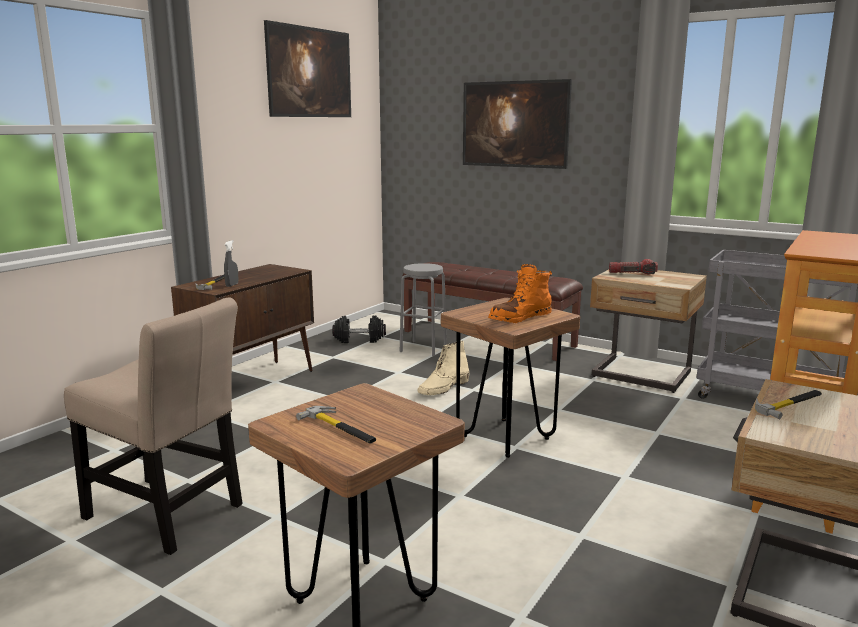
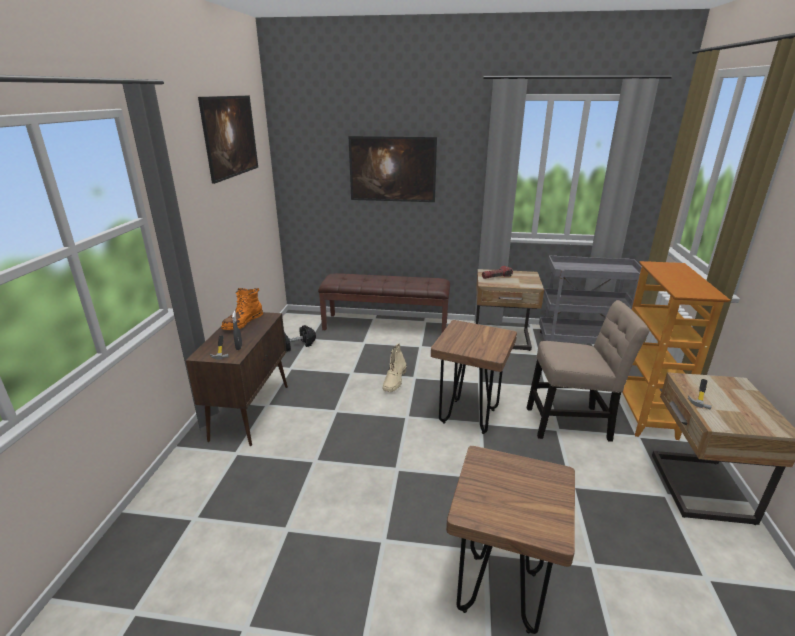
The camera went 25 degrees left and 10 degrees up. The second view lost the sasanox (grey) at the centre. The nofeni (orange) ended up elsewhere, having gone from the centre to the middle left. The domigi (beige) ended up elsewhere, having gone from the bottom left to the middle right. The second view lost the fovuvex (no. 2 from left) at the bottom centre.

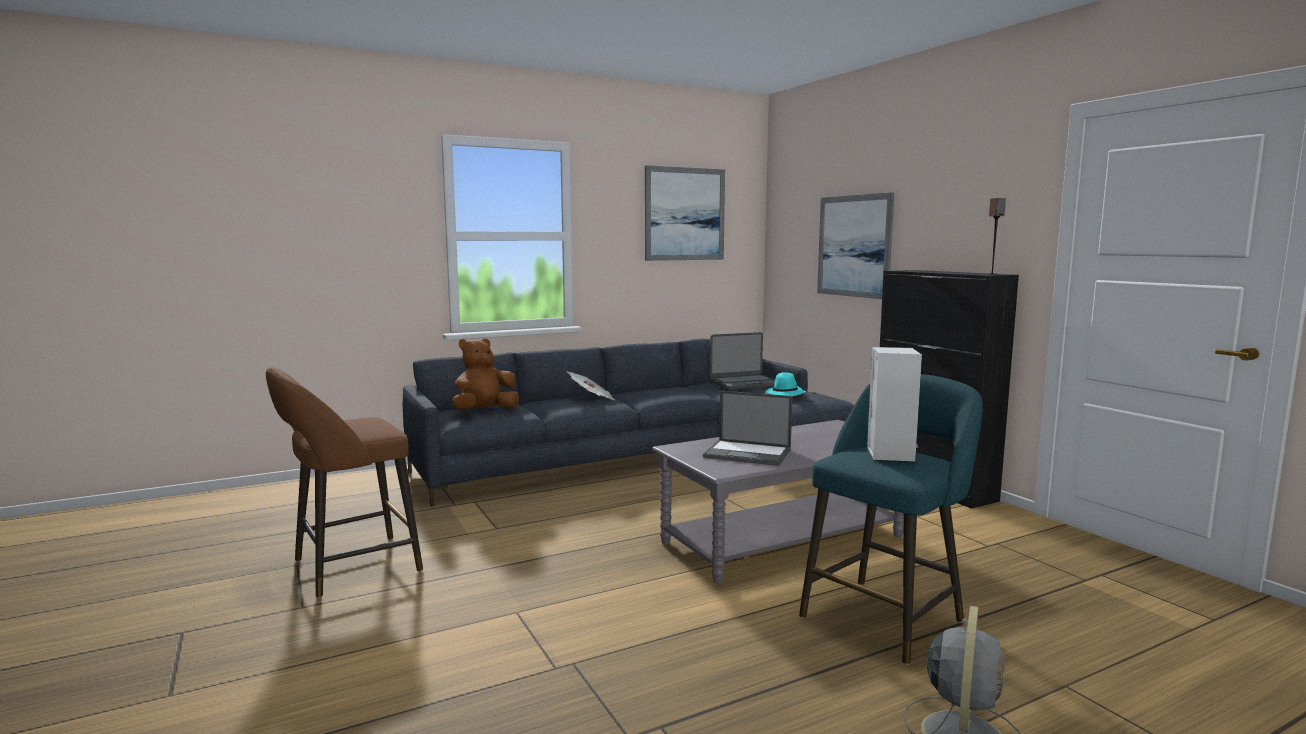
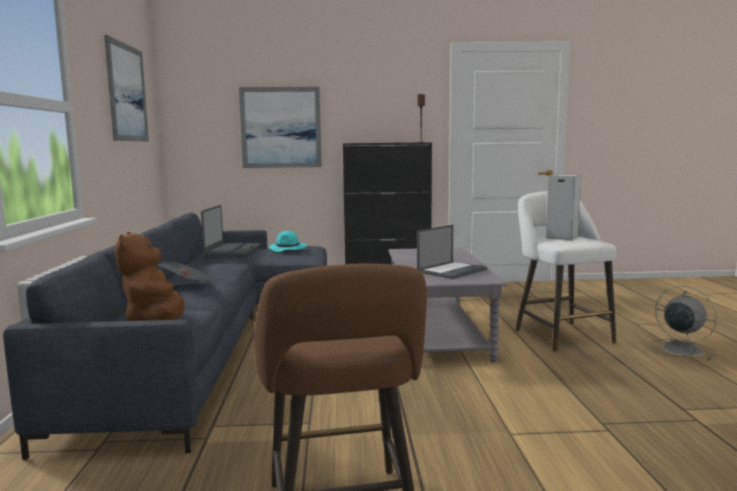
The camera went 65 degrees left and 0 degrees up. What was the sasanox (turquoise) at the bottom right turned into the sasanox (white) at the middle right.

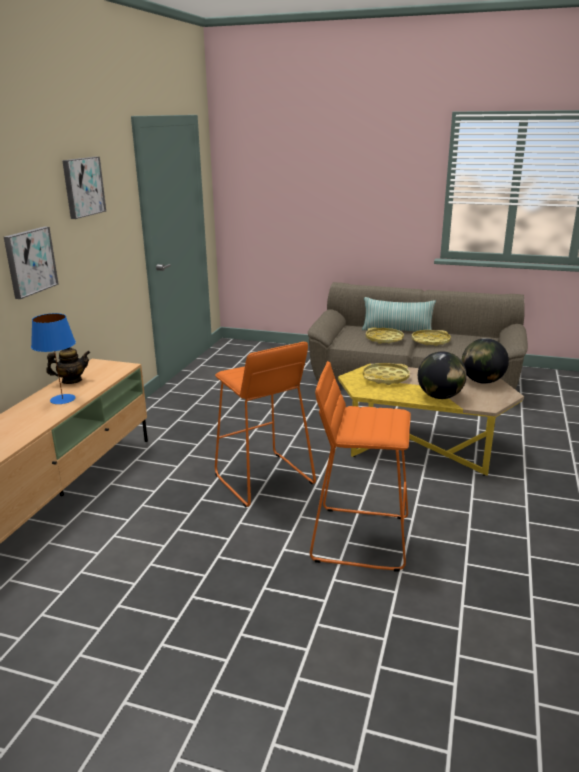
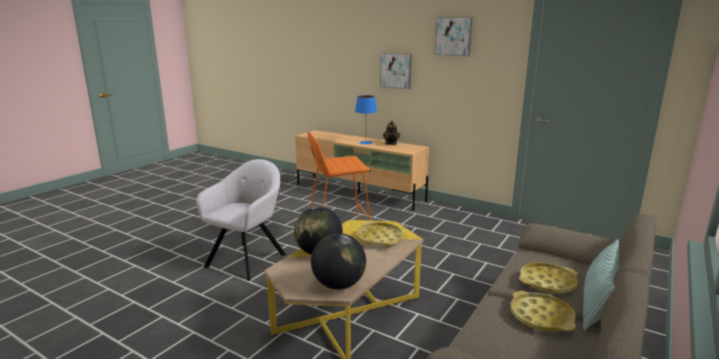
The camera went 105 degrees right and 5 degrees down. Where the sasanox (orange) (no. 2 from left) stood at the centre, the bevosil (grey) came to stand at the centre.

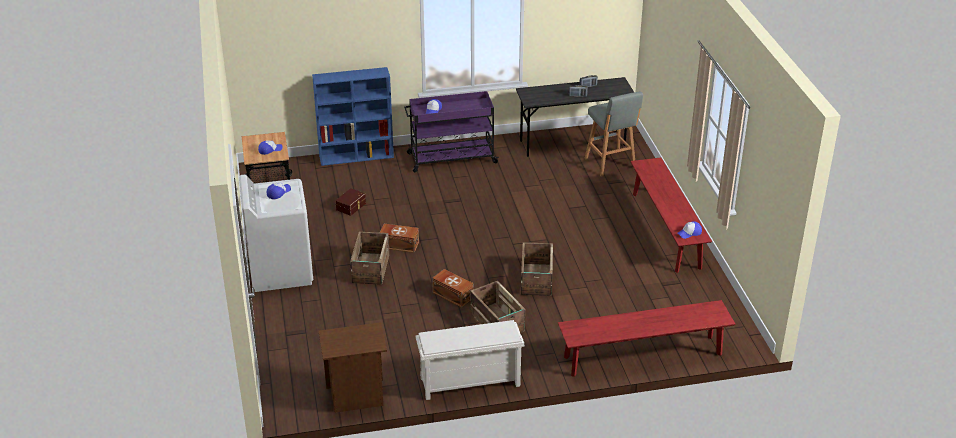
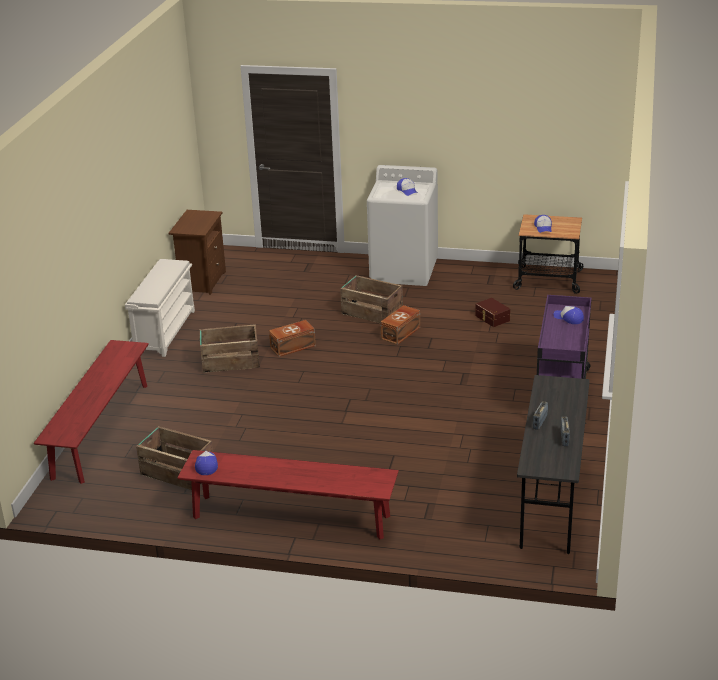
The camera went 115 degrees right and 5 degrees down. The second view lost the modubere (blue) at the top centre. The second view lost the sasanox (grey) at the top centre. The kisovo (no. 3 from left in the first image) ended up elsewhere, having gone from the centre to the bottom left.

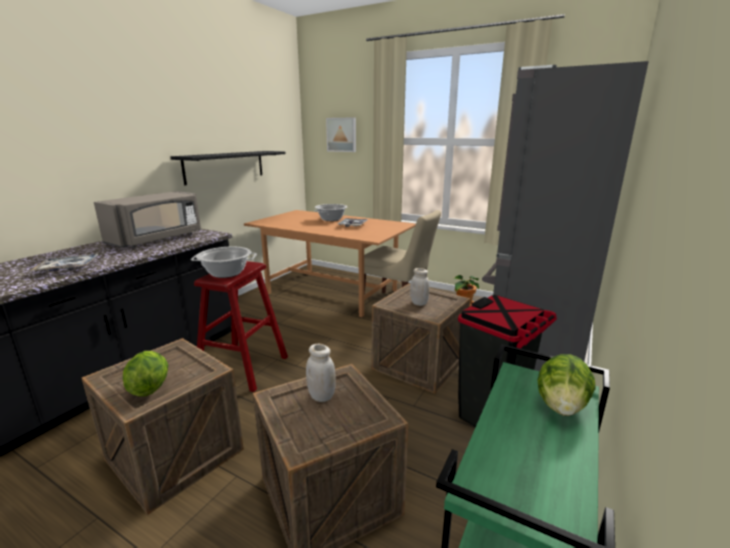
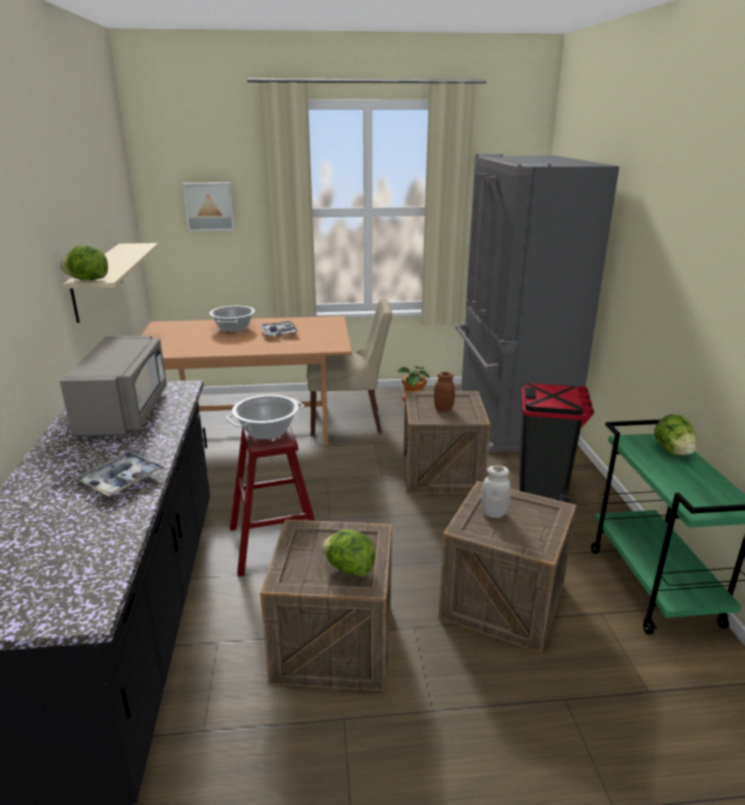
The camera went 35 degrees left and 5 degrees up. What was the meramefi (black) at the top left turned into the meramefi (beige) at the middle left. What was the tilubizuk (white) (no. 2 from left) at the centre turned into the tilubizuk (brown) at the centre. The second view gained the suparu (no. 1 from left) at the top left.

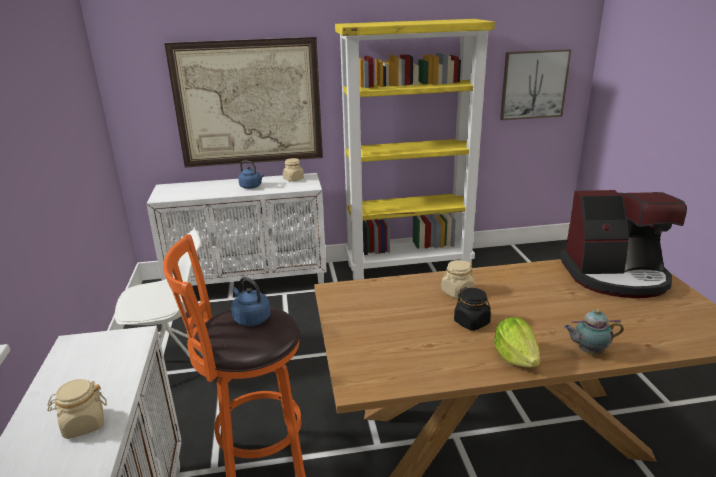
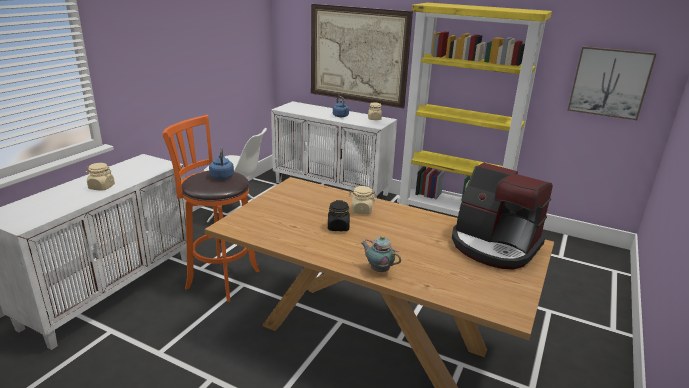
The camera went 35 degrees right and 0 degrees up. The second view lost the suparu at the bottom right.

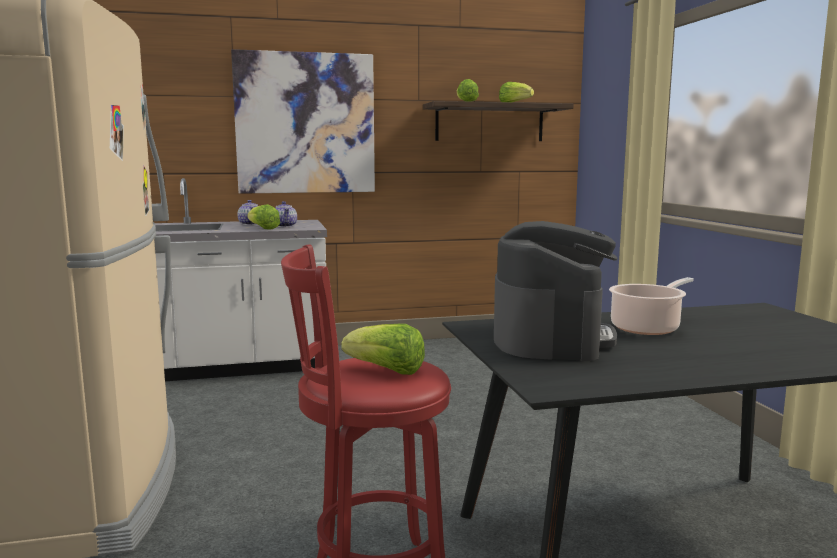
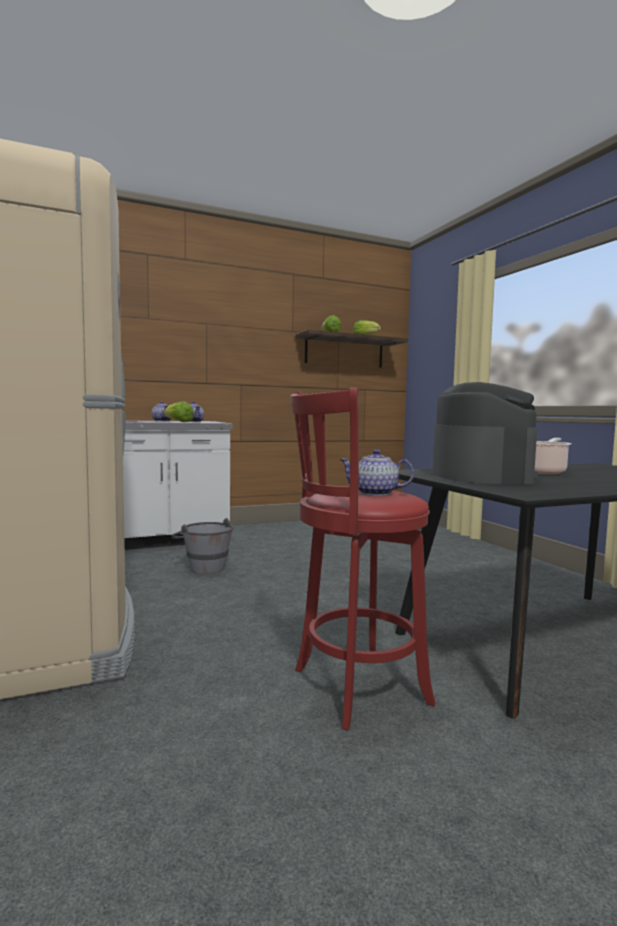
The camera went 10 degrees left and 5 degrees down. The second view lost the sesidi at the top centre. Where the suparu (no. 2 from left) stood at the centre, the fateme (no. 3 from left) came to stand at the centre. The second view gained the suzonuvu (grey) at the middle left.

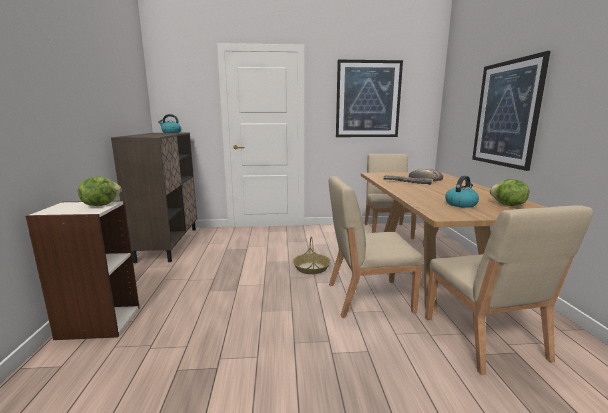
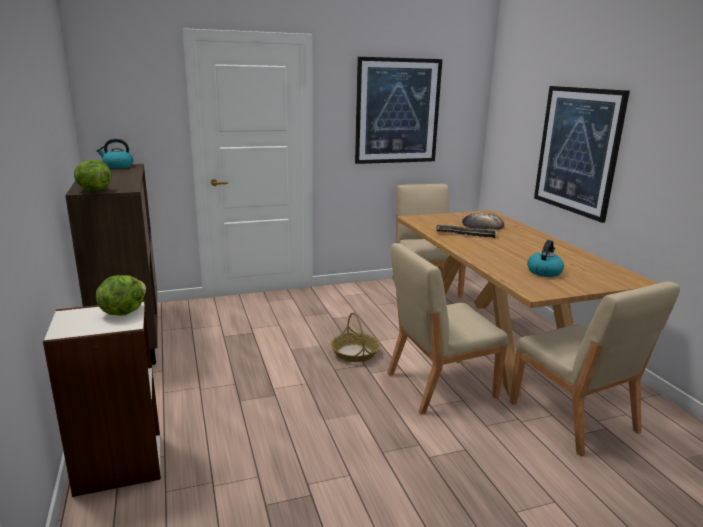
The camera went 15 degrees left and 5 degrees up. The suparu (no. 2 from left in the first image) ended up elsewhere, having gone from the middle right to the top left.

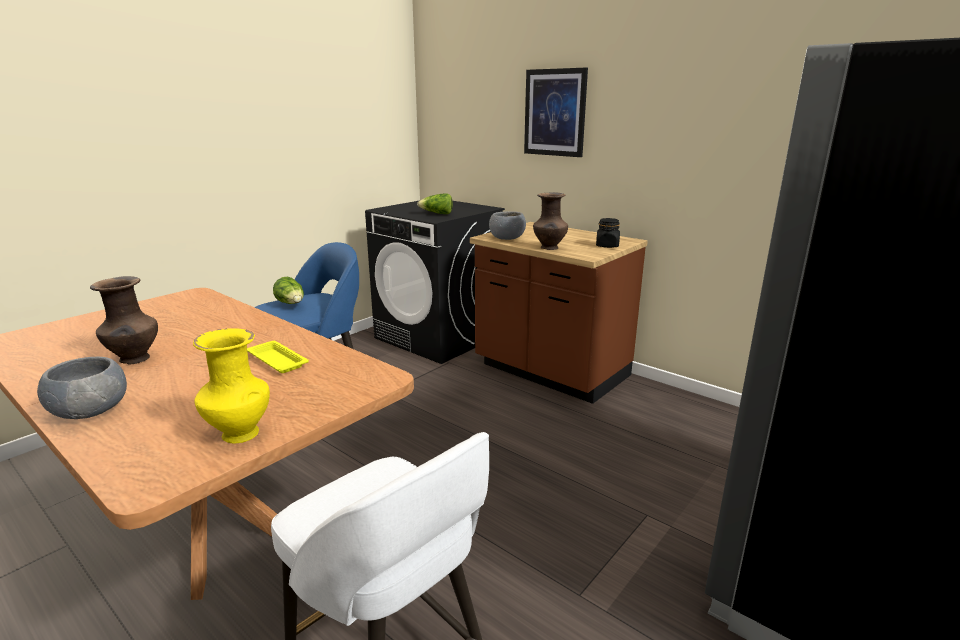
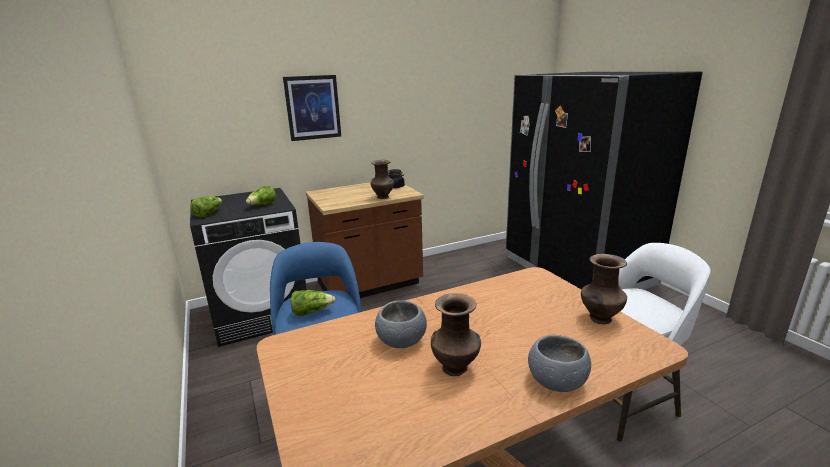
The camera went 65 degrees left and 0 degrees up. The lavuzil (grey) (no. 2 from left in the first image) ended up elsewhere, having gone from the centre to the bottom centre. What was the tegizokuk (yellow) at the middle left turned into the tegizokuk (brown) (no. 3 from left) at the middle right. The second view lost the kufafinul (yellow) at the middle left. The second view gained the suparu (no. 1 from left) at the middle left.

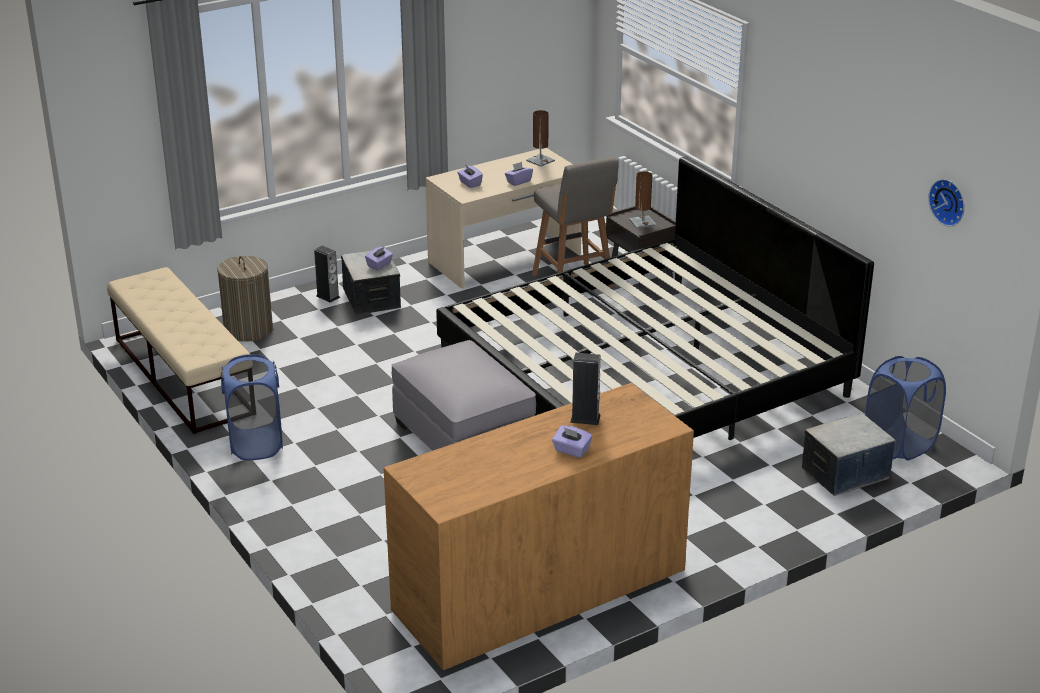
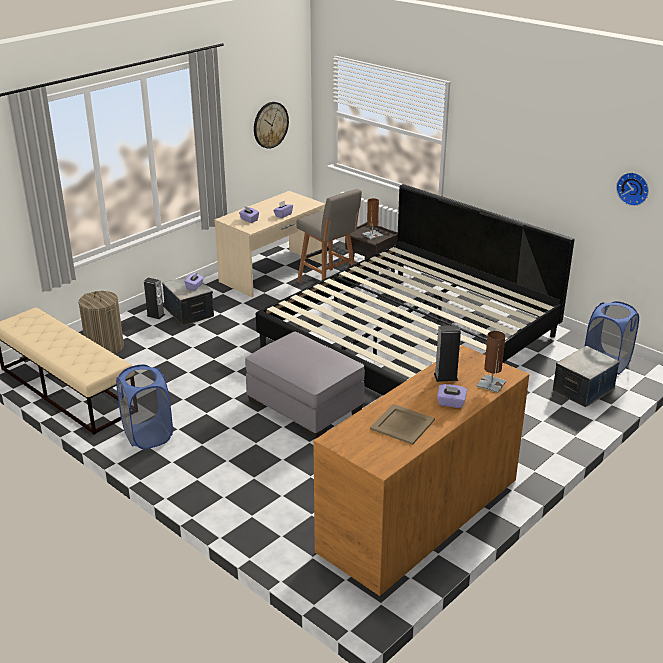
The camera went 15 degrees left and 0 degrees up. The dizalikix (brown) (no. 1 from left in the first image) ended up elsewhere, having gone from the top centre to the middle right. The second view gained the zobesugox (no. 1 from left) at the top centre. The second view gained the kufafinul (beige) at the centre.

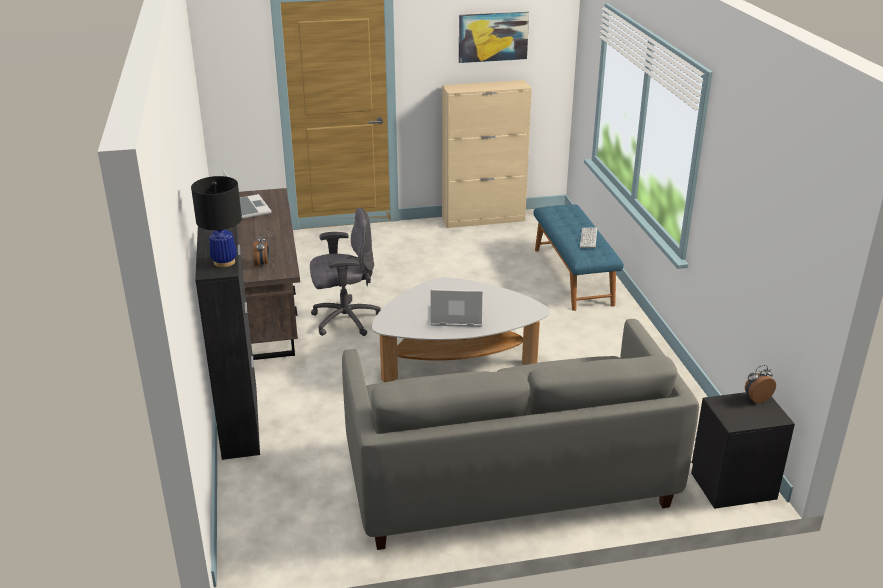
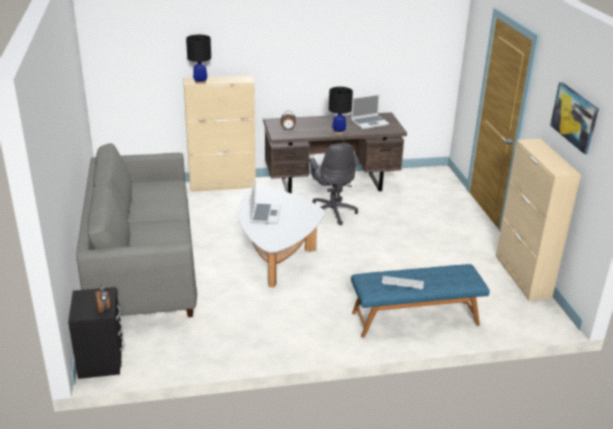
The camera went 90 degrees right and 0 degrees up. What was the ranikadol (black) at the middle left turned into the ranikadol (beige) (no. 1 from left) at the top centre. The second view gained the dizalikix (black) (no. 2 from left) at the top centre.

